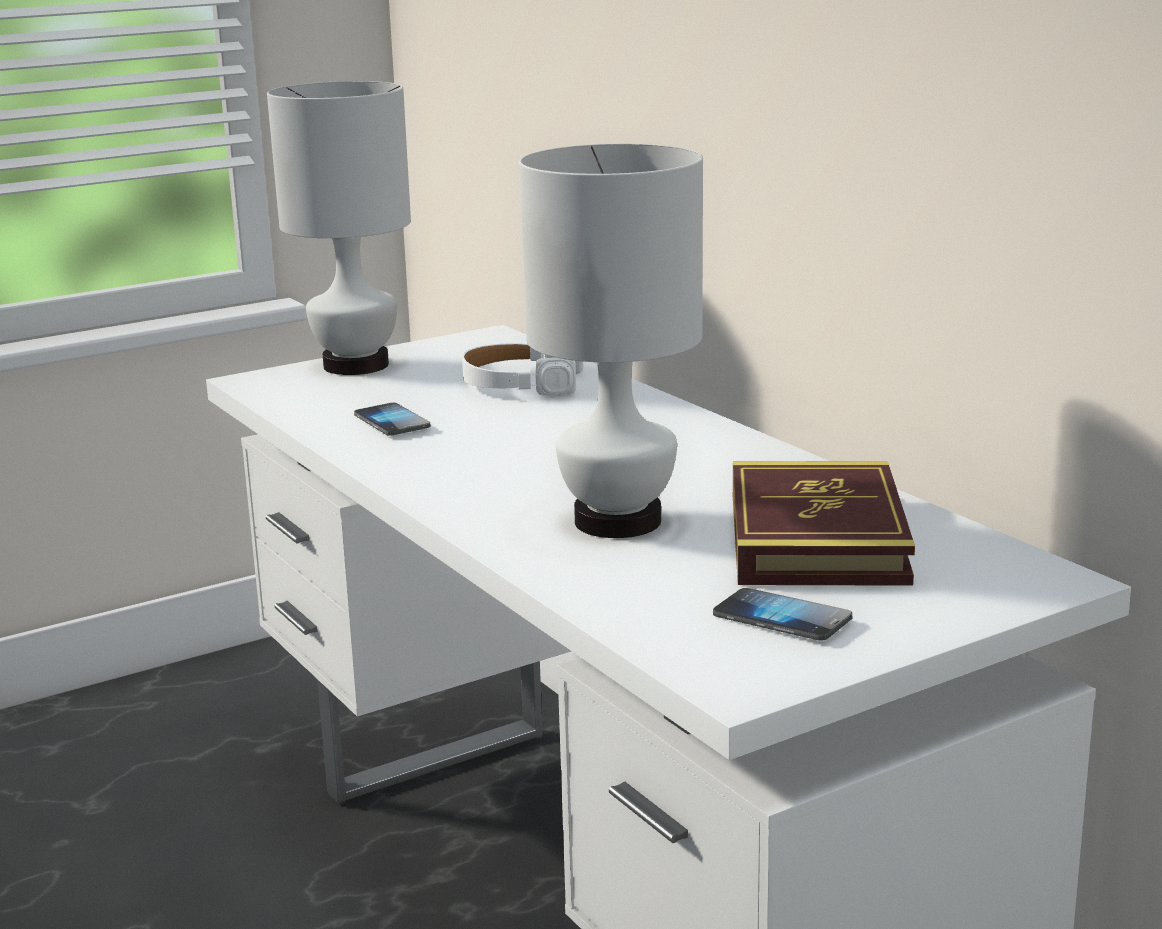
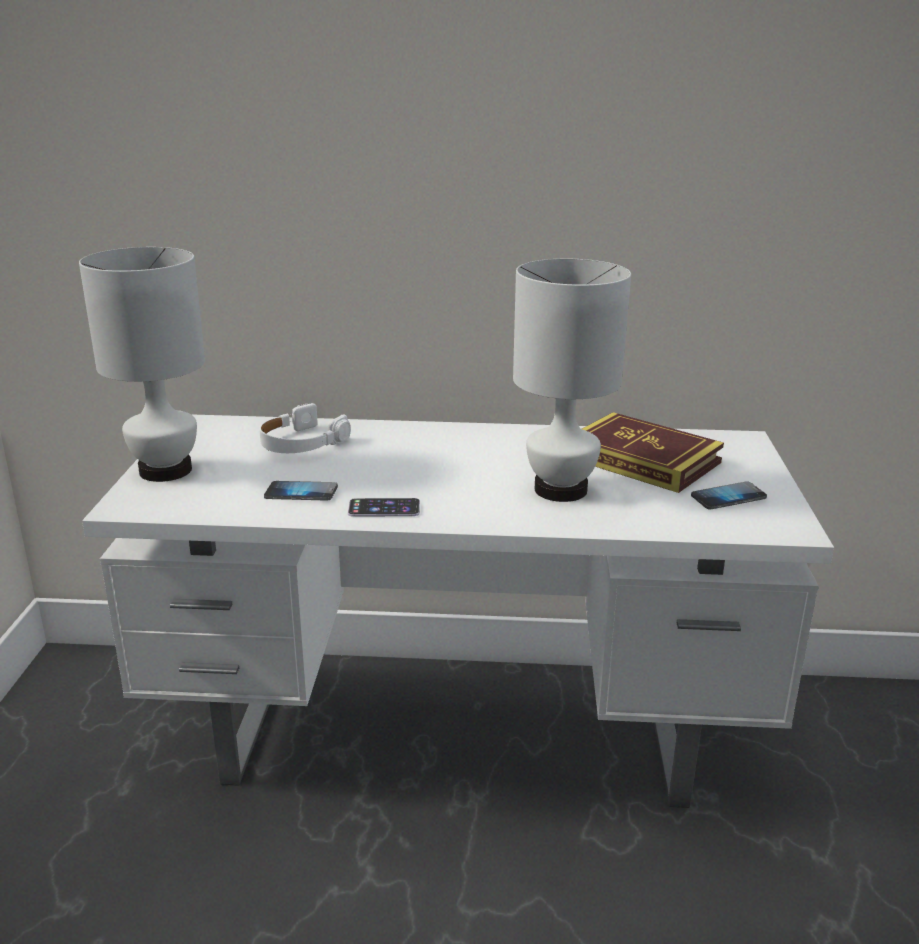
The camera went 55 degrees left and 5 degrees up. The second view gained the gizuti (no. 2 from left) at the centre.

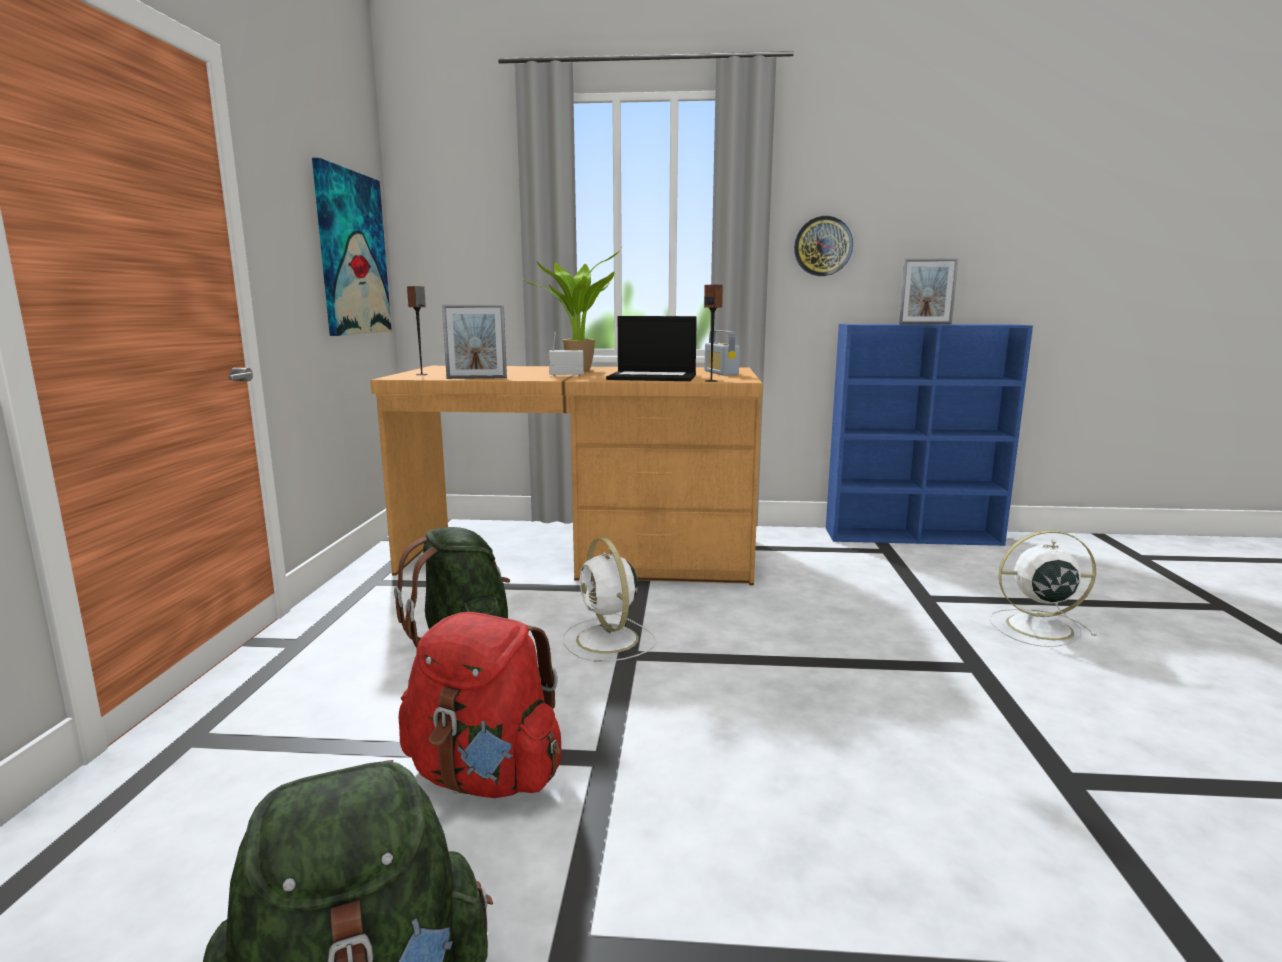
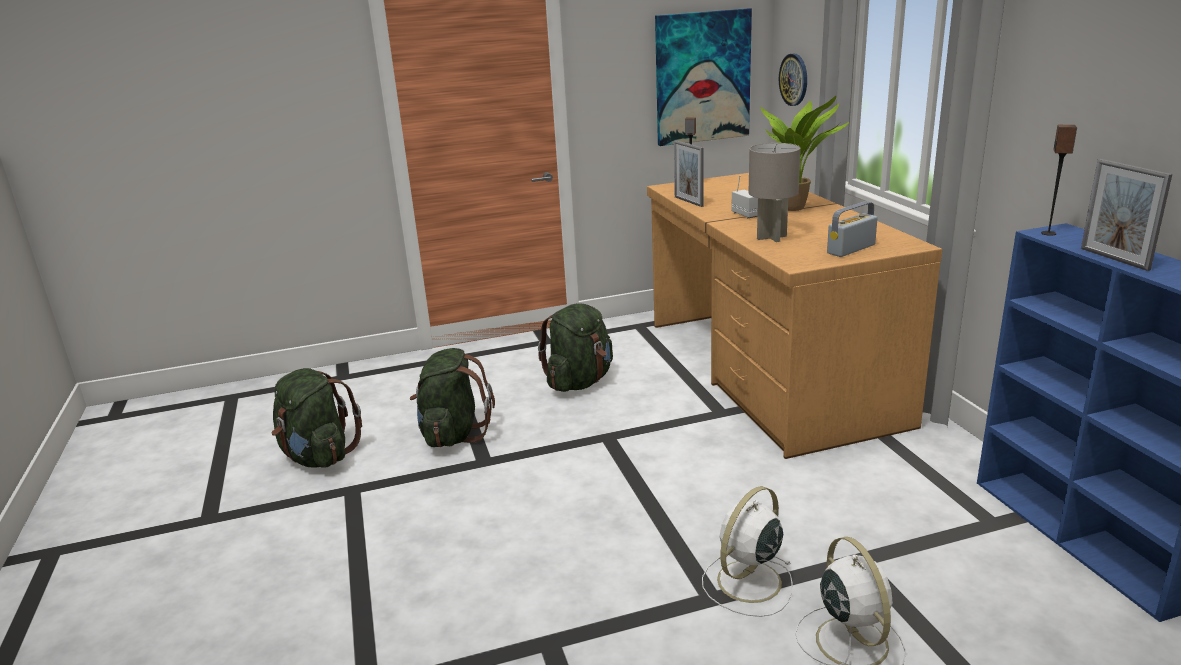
The camera went 70 degrees right and 10 degrees up. The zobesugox ended up elsewhere, having gone from the top centre to the top right. The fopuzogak (no. 2 from left) ended up elsewhere, having gone from the centre to the top right. Where the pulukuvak stood at the centre, the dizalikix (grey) came to stand at the top centre. The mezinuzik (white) (no. 1 from left) ended up elsewhere, having gone from the centre to the bottom centre. What was the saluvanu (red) at the bottom centre turned into the saluvanu (green) (no. 2 from left) at the centre.

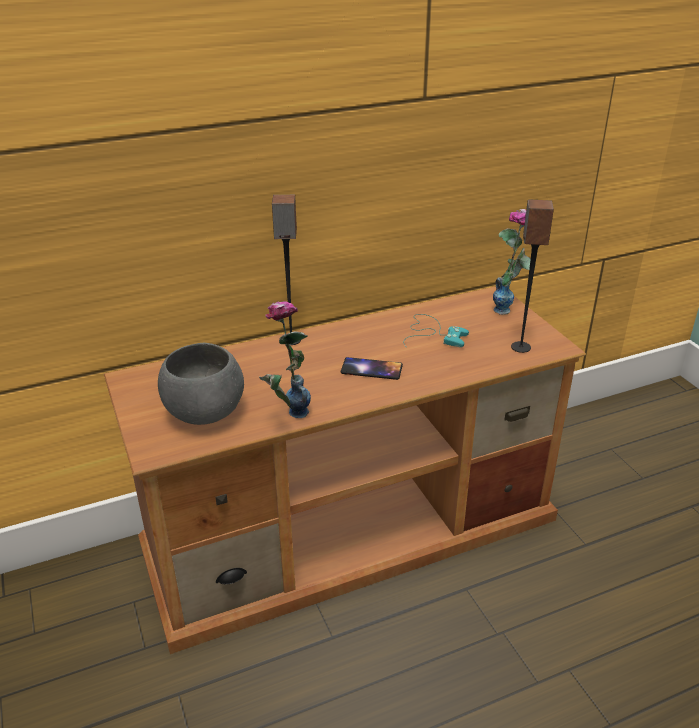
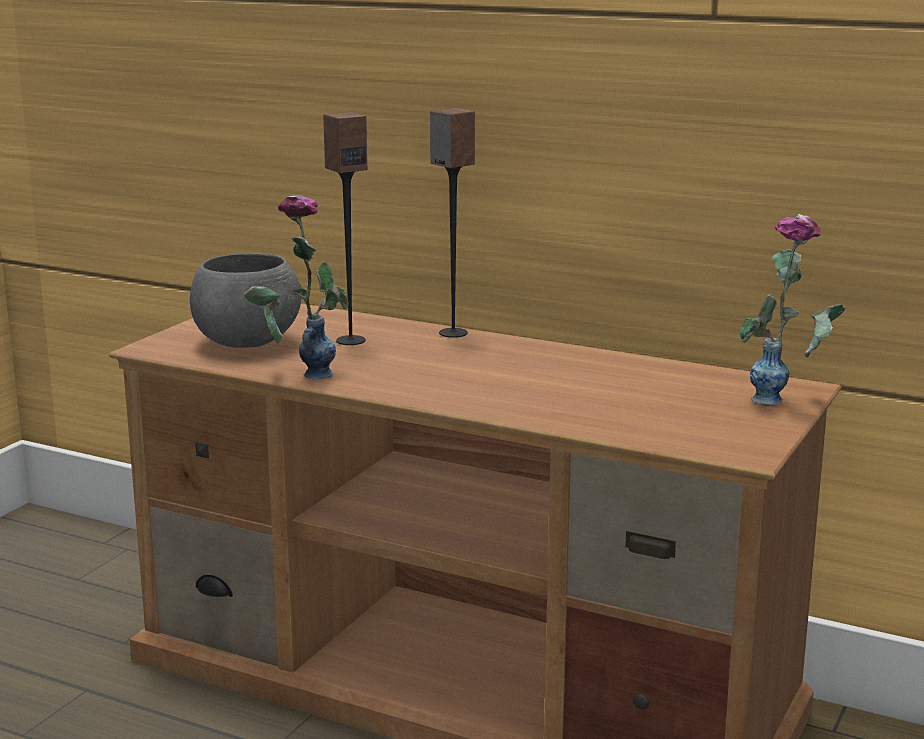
The camera went 50 degrees right and 15 degrees down. The fopuzogak (no. 2 from left in the first image) ended up elsewhere, having gone from the middle right to the top centre. The second view lost the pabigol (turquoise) at the centre. The second view lost the gizuti at the centre.

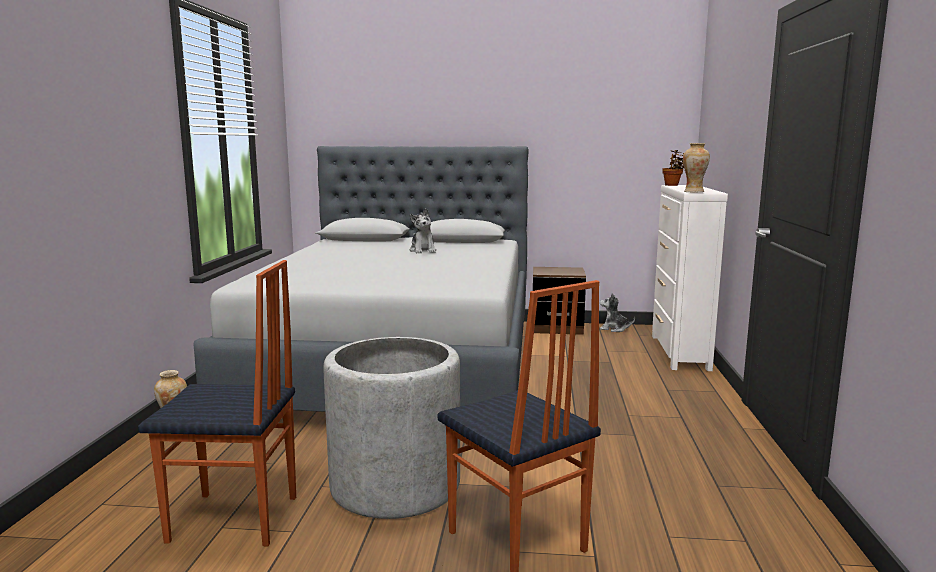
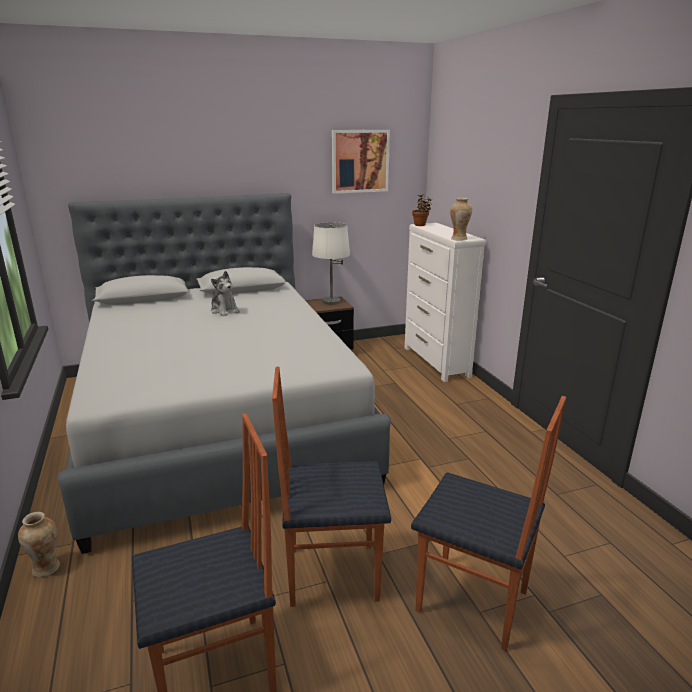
The camera went 25 degrees left and 10 degrees up. The second view lost the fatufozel (no. 2 from left) at the centre. Where the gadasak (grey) stood at the bottom centre, the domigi (no. 2 from left) came to stand at the bottom centre. The second view gained the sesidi at the top centre. The second view gained the dizalikix (white) at the centre.

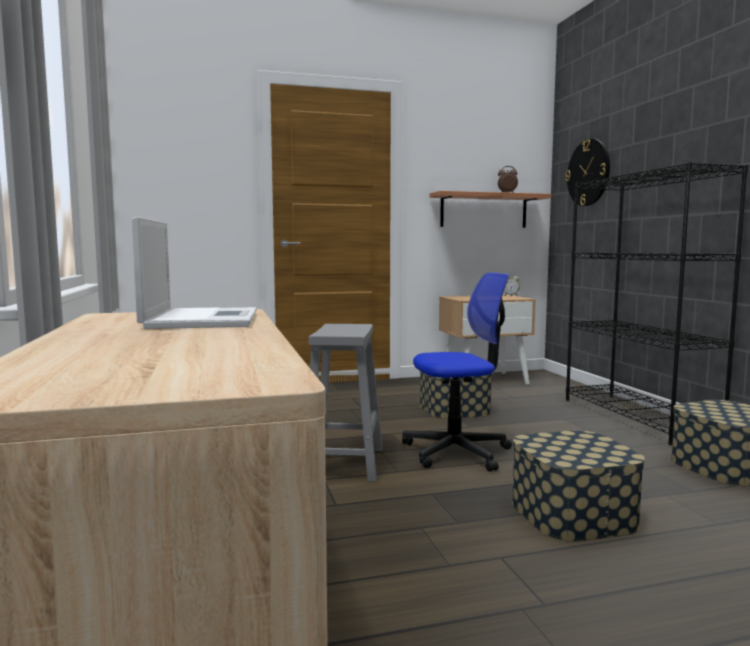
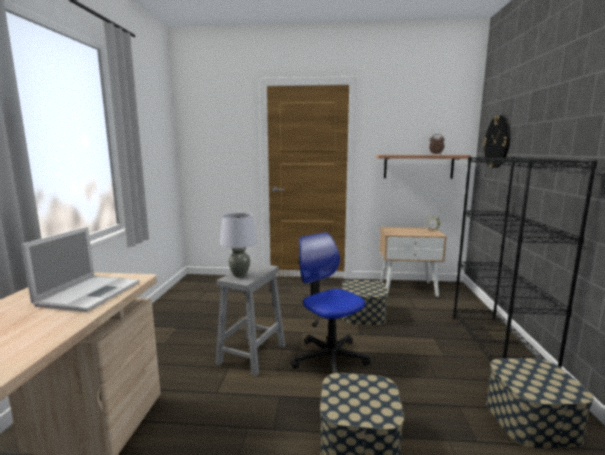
The camera went 20 degrees right and 5 degrees up. The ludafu at the centre ended up facing another way, 135 degrees counterclockwise from before. The second view gained the dizalikix (grey) at the centre.

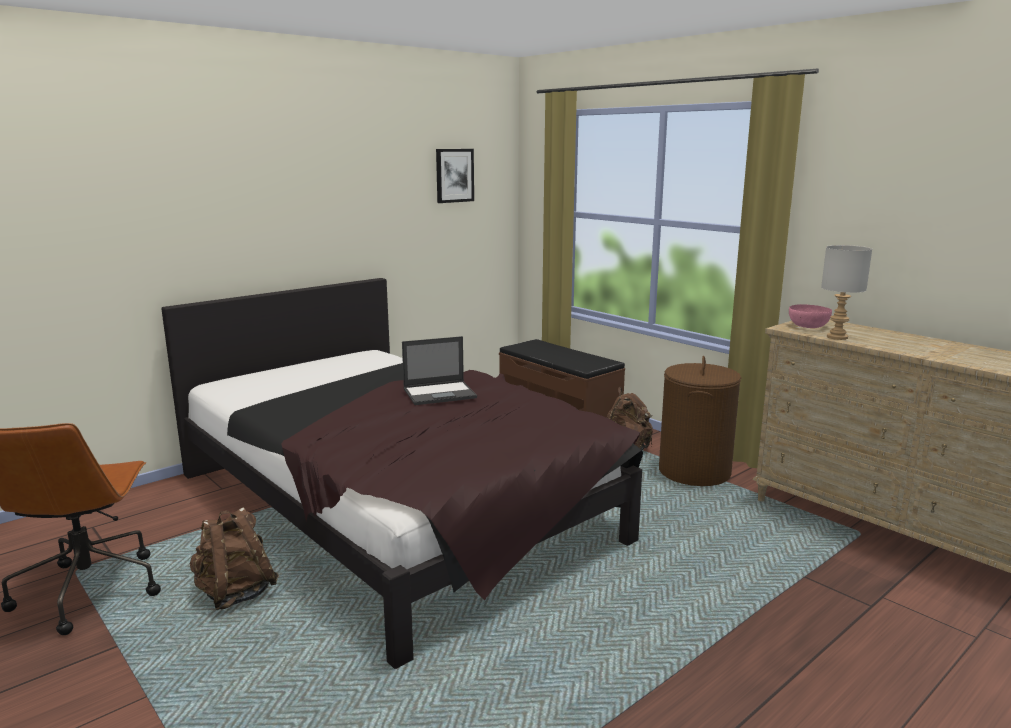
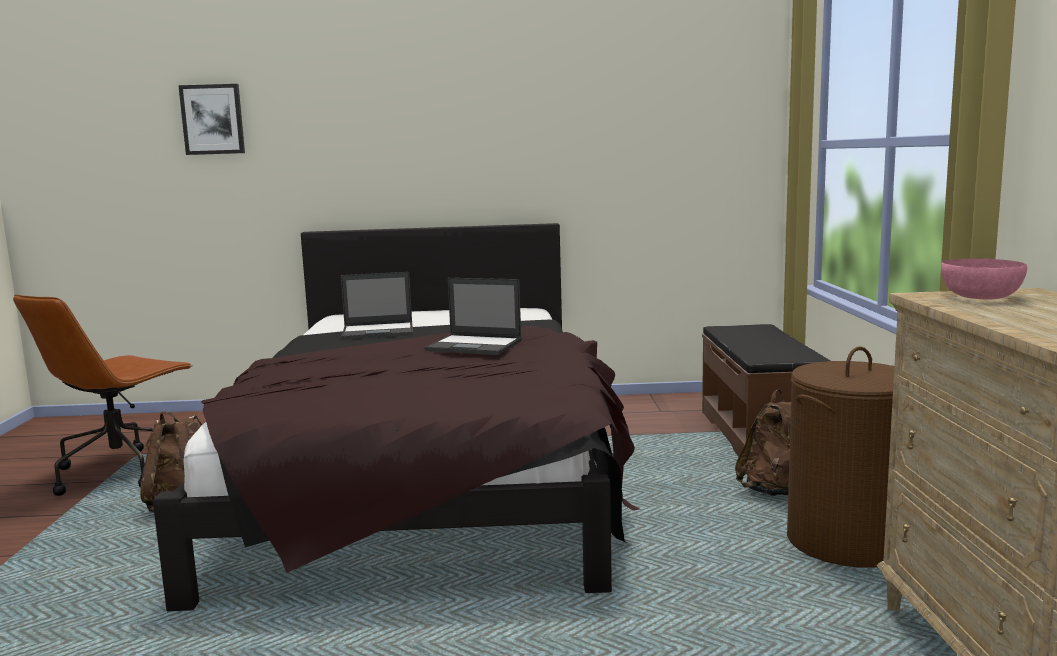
The camera went 40 degrees right and 5 degrees down. The sesidi ended up elsewhere, having gone from the top centre to the top left. The second view lost the dizalikix (grey) at the middle right. The second view gained the pulukuvak (no. 1 from left) at the centre.

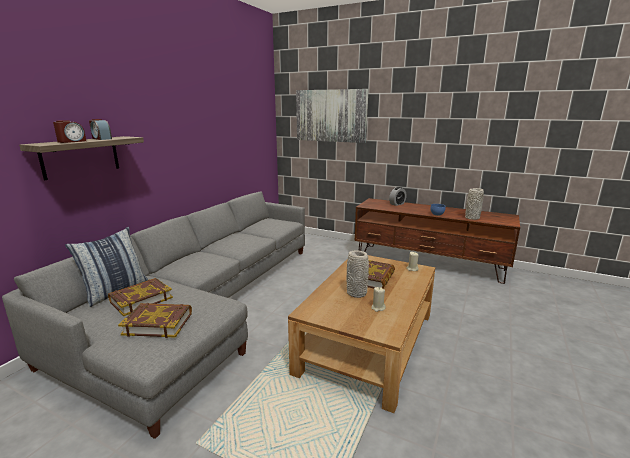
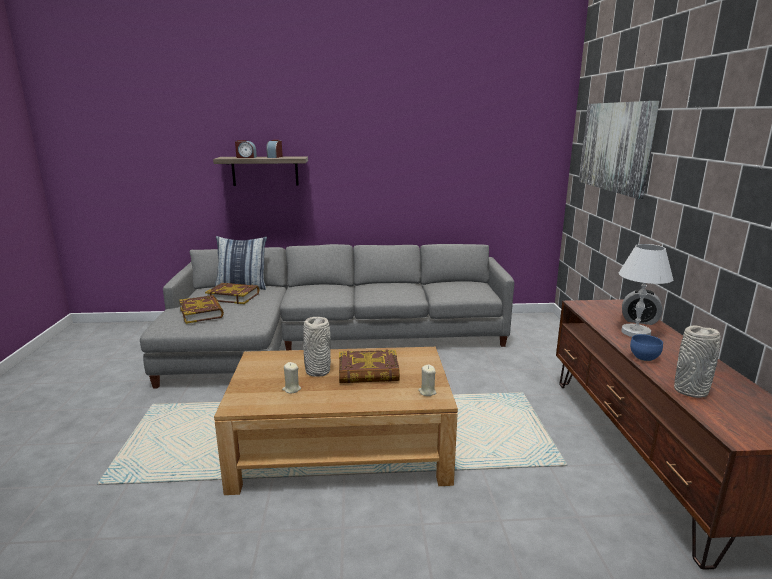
The camera went 60 degrees right and 0 degrees up. The second view gained the dizalikix (white) at the middle right.

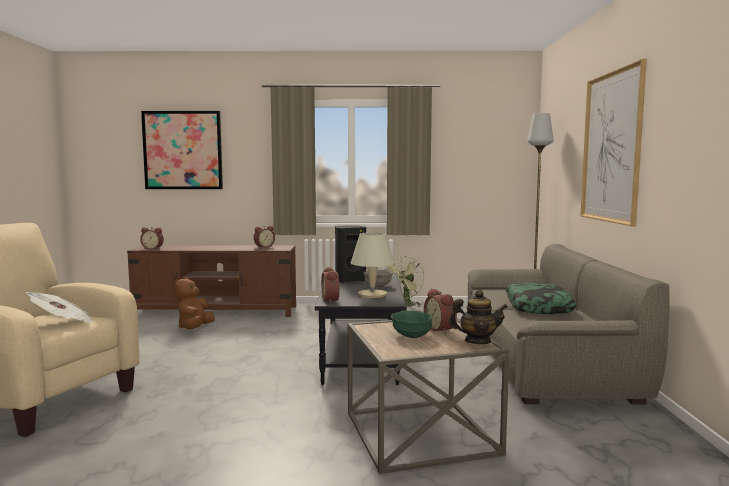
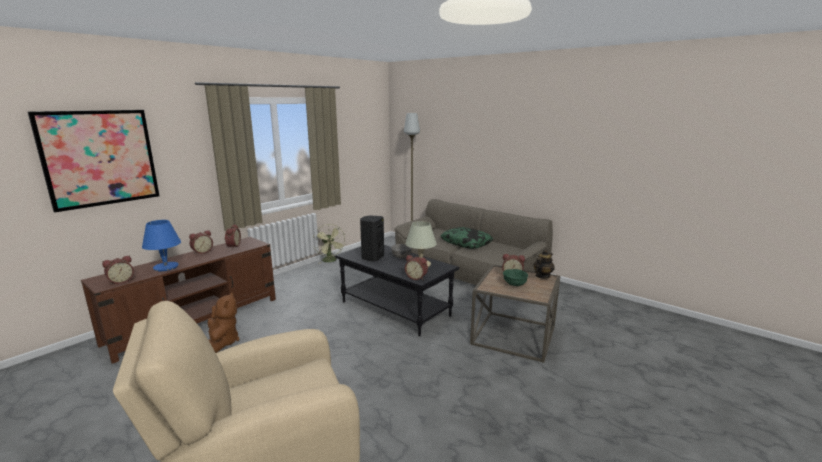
The camera went 50 degrees left and 10 degrees up. The second view lost the sesidi (no. 2 from left) at the top right. The fatufozel (brown) at the middle left ended up facing another way, 150 degrees counterclockwise from before. The second view lost the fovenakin at the middle left. The second view gained the dizalikix (blue) at the middle left. The second view gained the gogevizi (no. 2 from left) at the middle left.

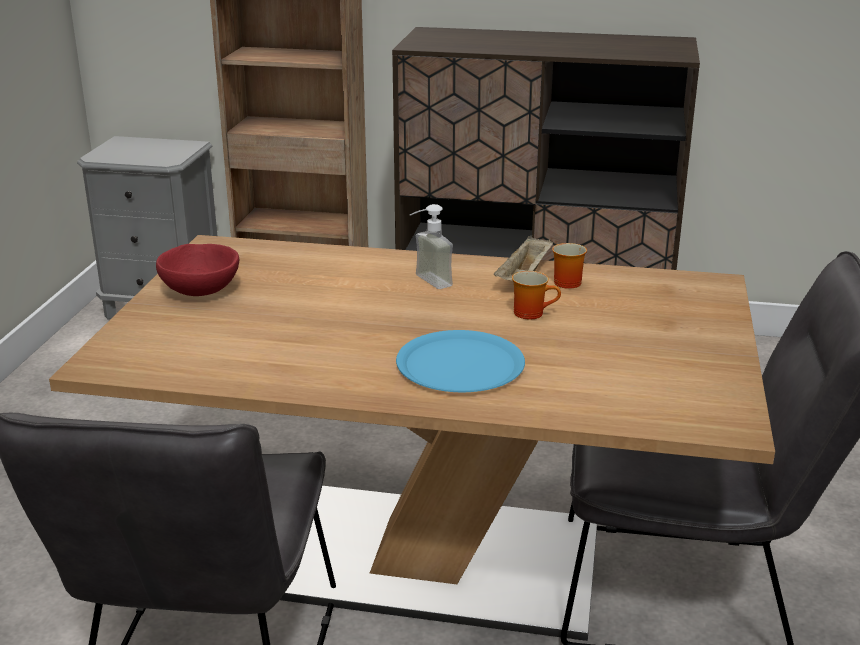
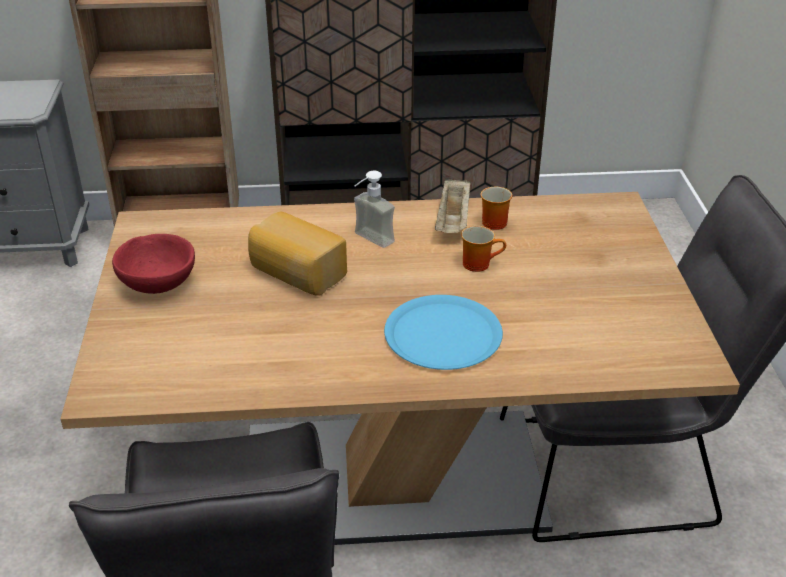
The camera went 15 degrees left and 10 degrees up. The second view gained the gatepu at the centre.

